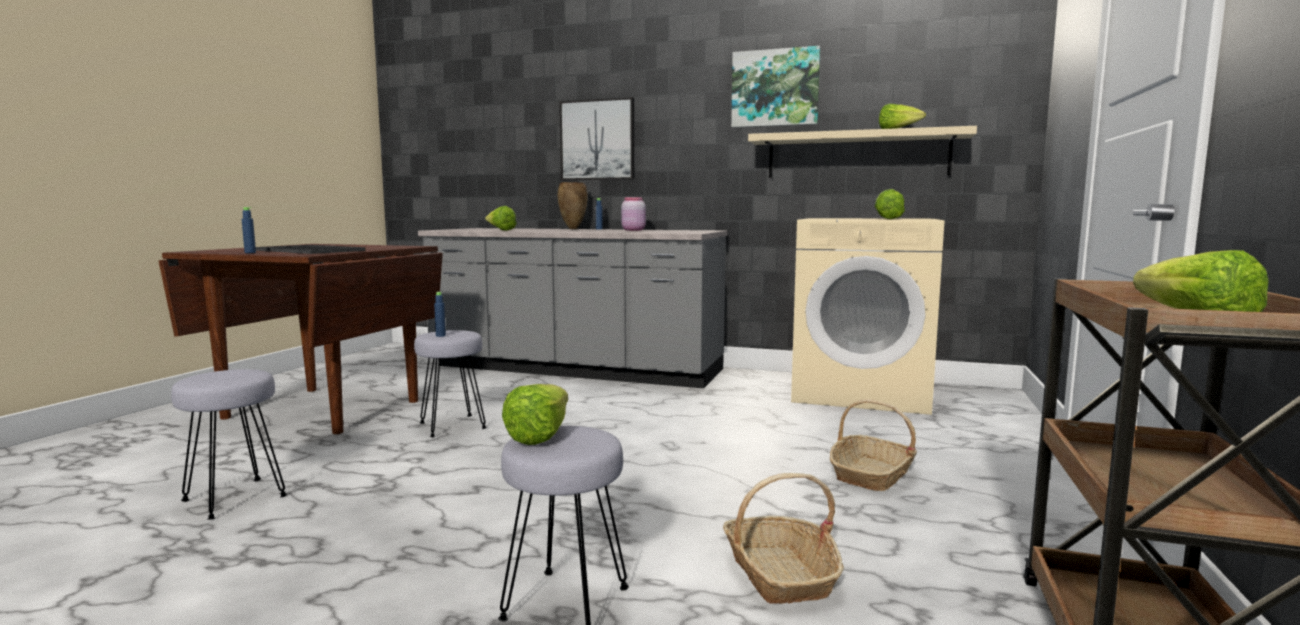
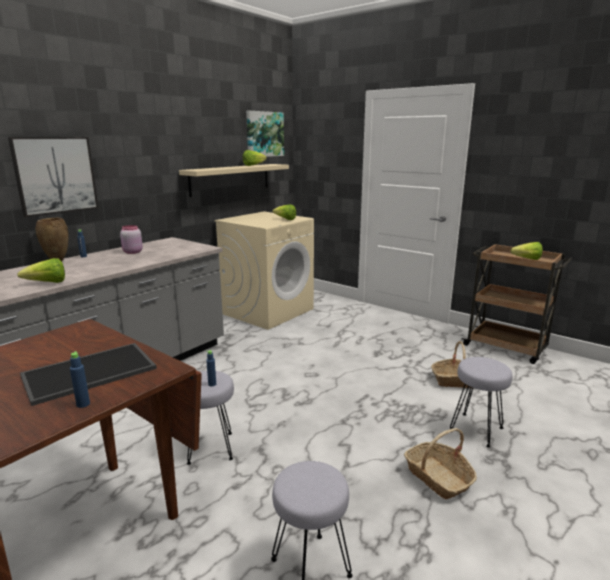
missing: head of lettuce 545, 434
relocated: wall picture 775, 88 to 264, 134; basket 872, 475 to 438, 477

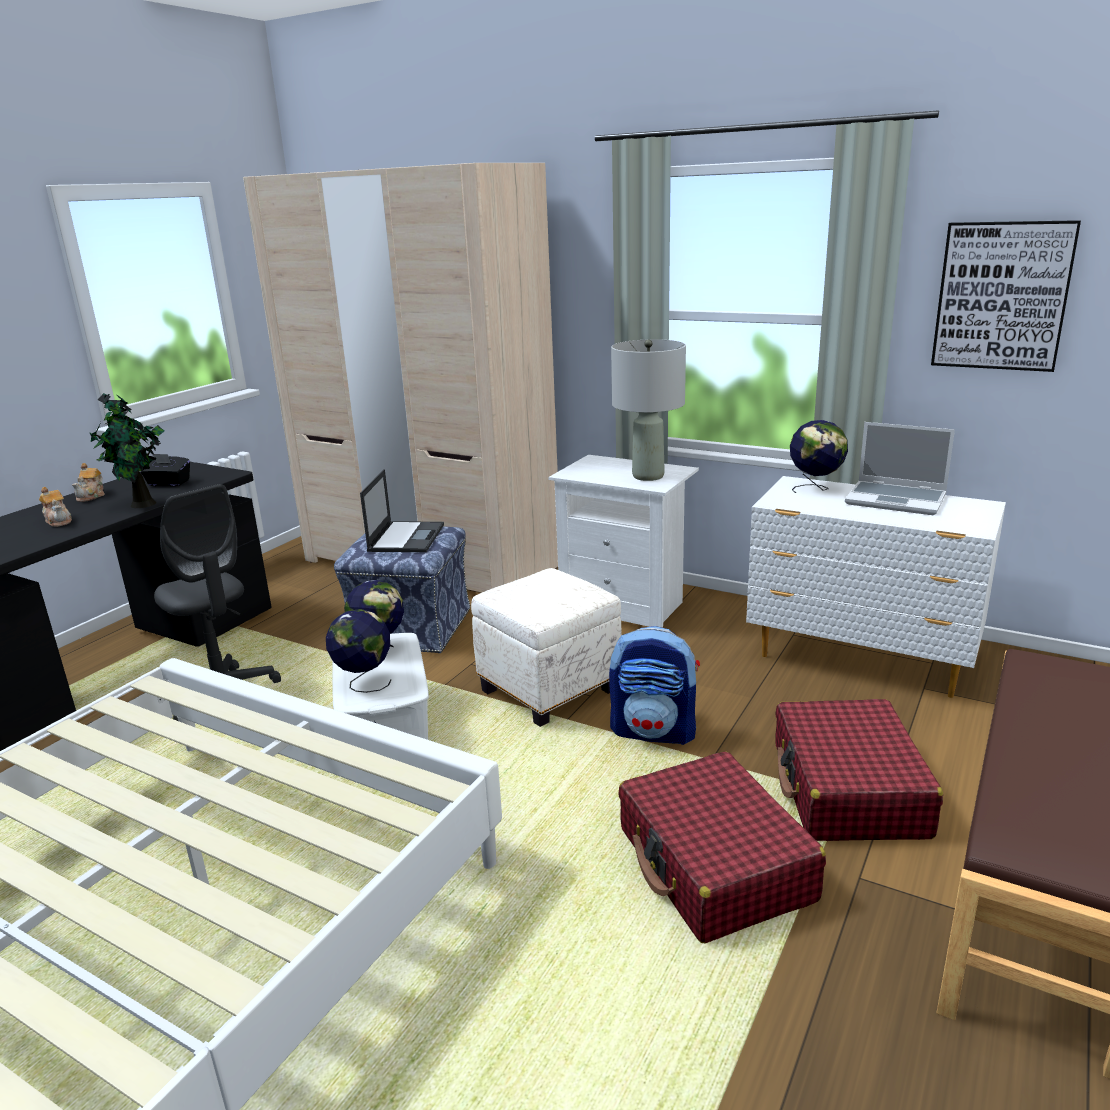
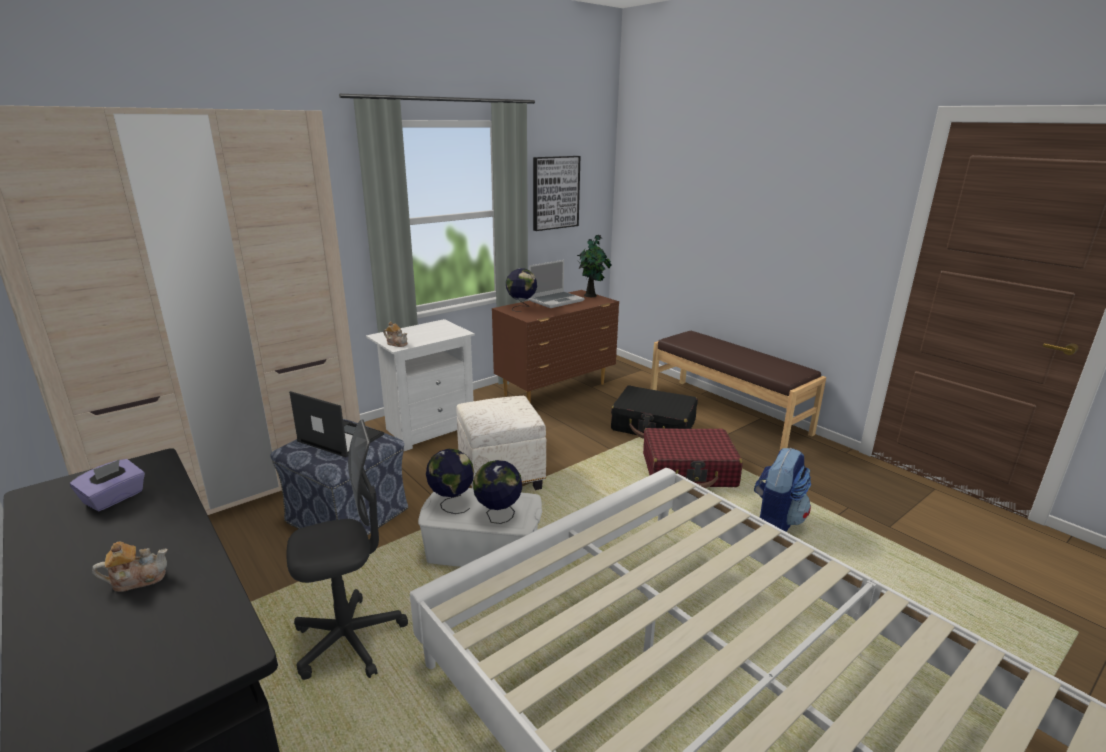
missing: grey table lamp 647, 476
relocated: potted plant 142, 505 to 591, 295; teapot 92, 496 to 397, 343; rucksack 654, 731 to 776, 521
colour: black tissue holder 168, 483 to purplish tissue holder 114, 498; white-coloured chest of drawers 862, 660 to brown-coloured chest of drawers 556, 390; red travel case 848, 790 to black travel case 653, 426

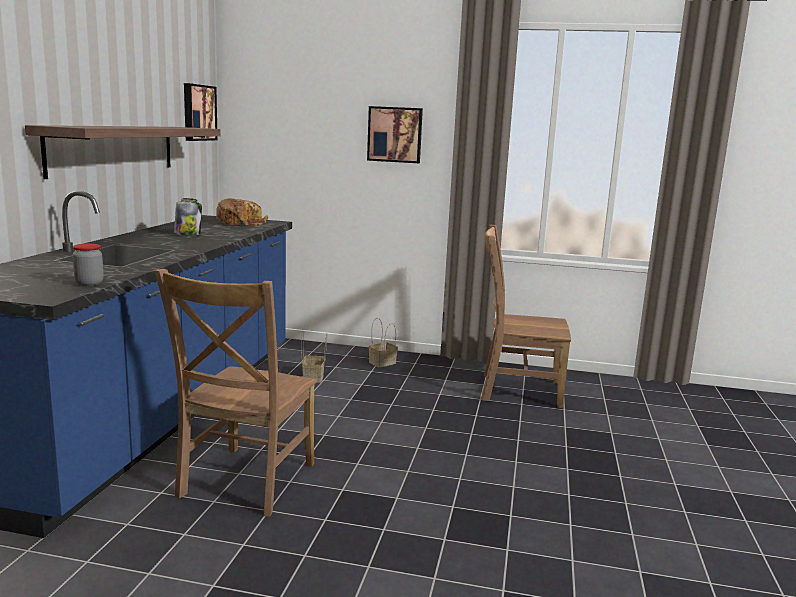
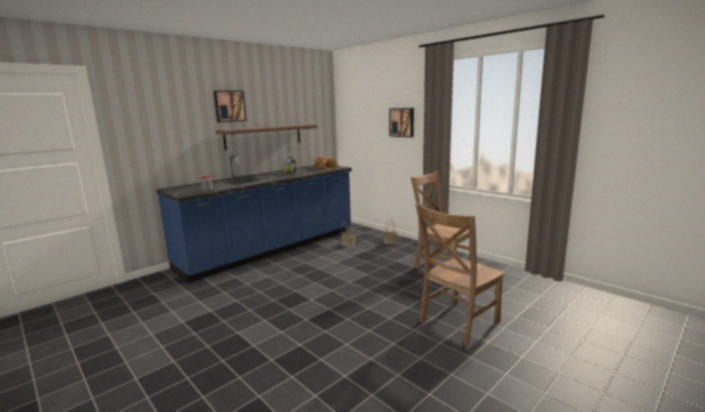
relocated: wall picture 198, 112 to 229, 106; brown-coloured plain chair 244, 482 to 457, 323

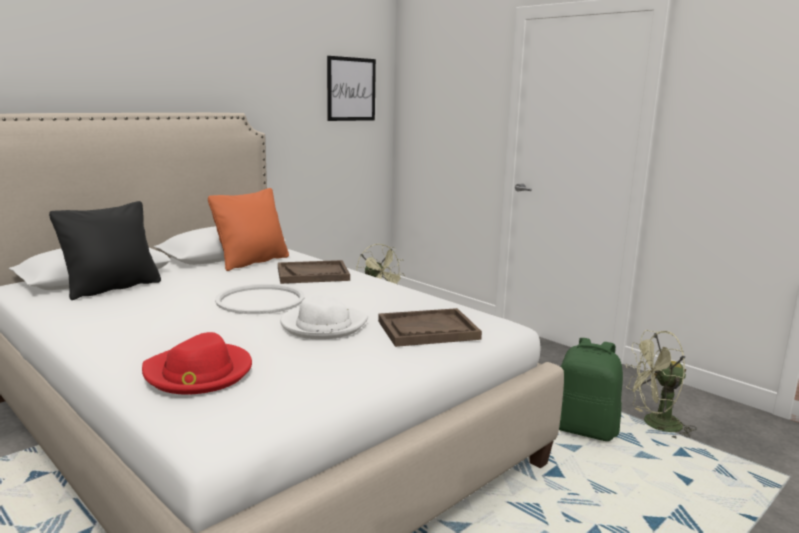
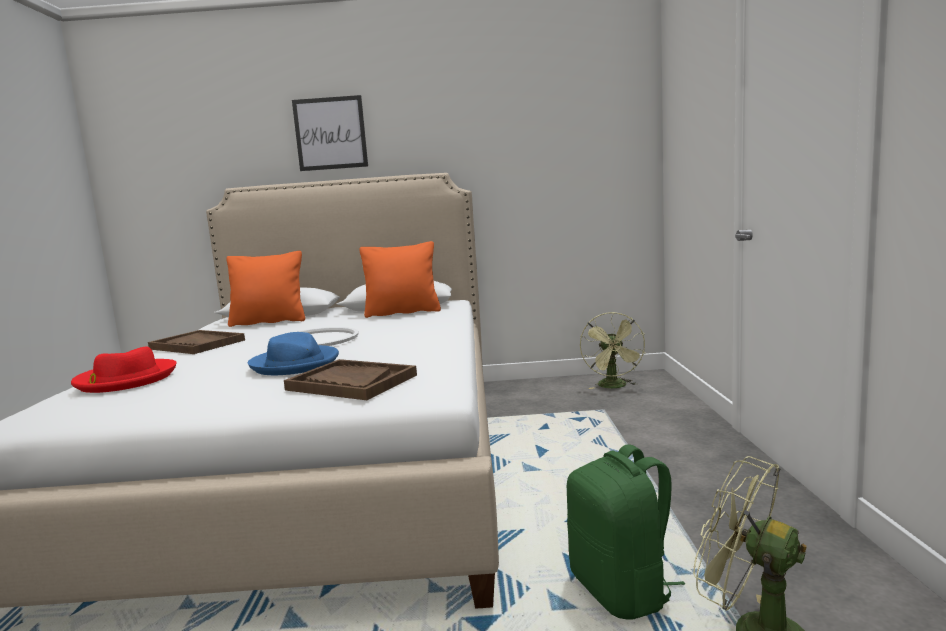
relocated: wall picture 351, 89 to 330, 133; brown-coloured carrying tray 313, 274 to 197, 344
colour: black pillow 112, 288 to orangey pillow 269, 322; white-coloured wearable hat 323, 325 to bluish wearable hat 295, 364

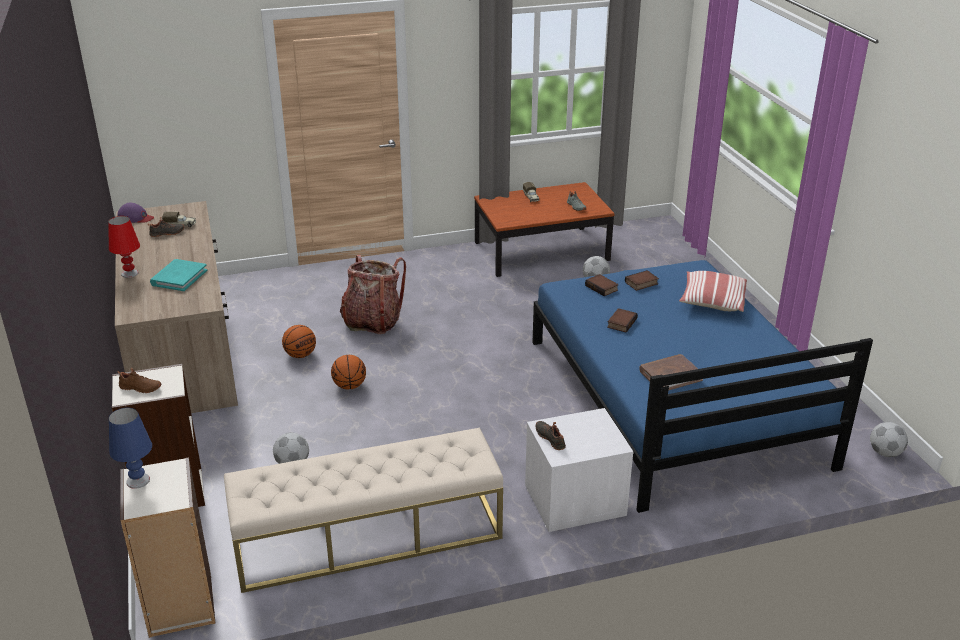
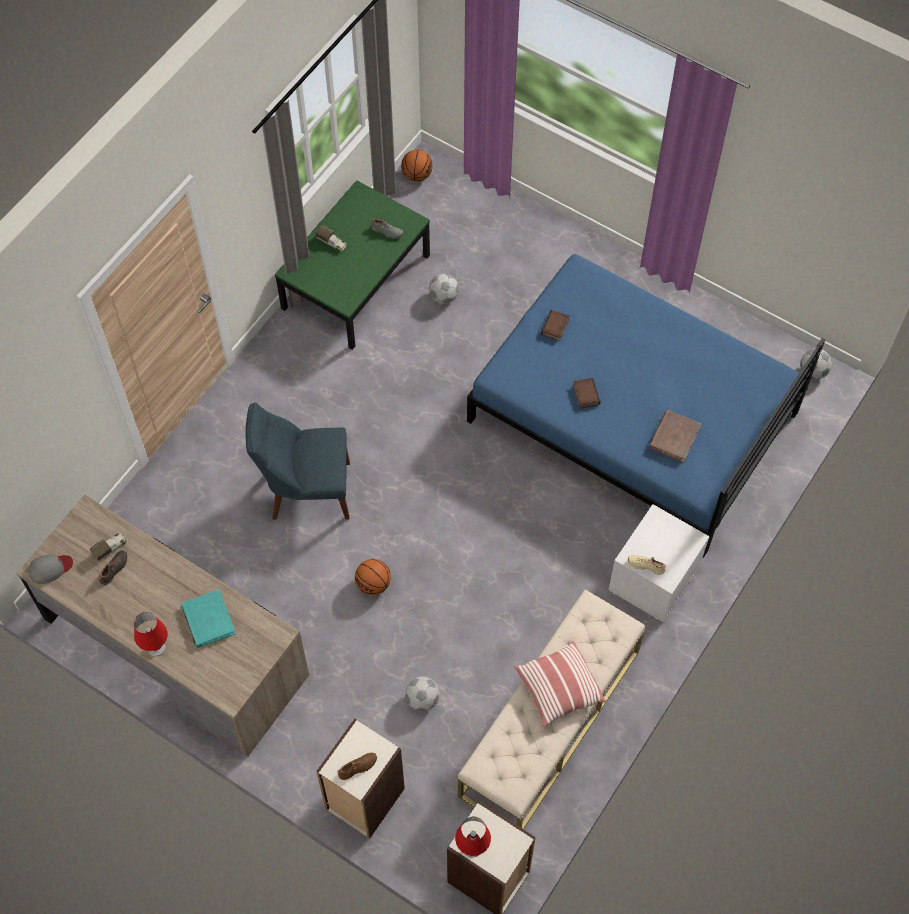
missing: volume 602, 288
relocated: pillow 712, 301 to 558, 689; basketball 300, 355 to 417, 175
exchanged: rucksack 372, 322 to bluish plain chair 306, 491
colour: brown-coloured lounge table 541, 251 to greenish lounge table 355, 281; purplish baseball cap 135, 217 to grey baseball cap 50, 569; bluish table lamp 138, 480 to red table lamp 472, 847; black shoe 551, 438 to sand-coloured shoe 646, 565

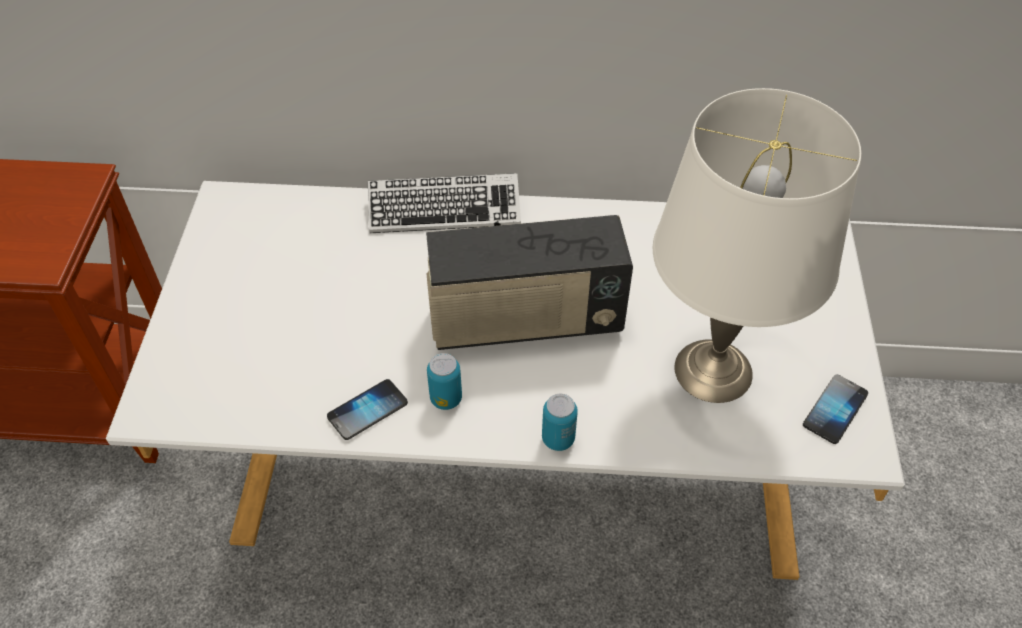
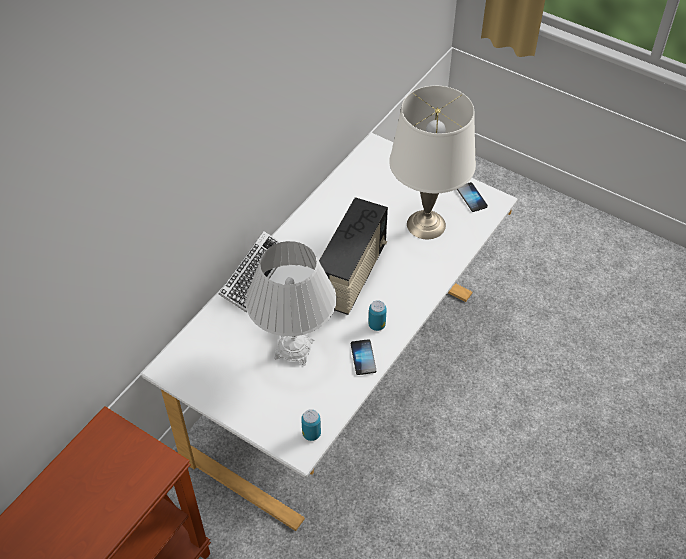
appeared: white-coloured table lamp 294, 349
relocated: can 558, 439 to 311, 433

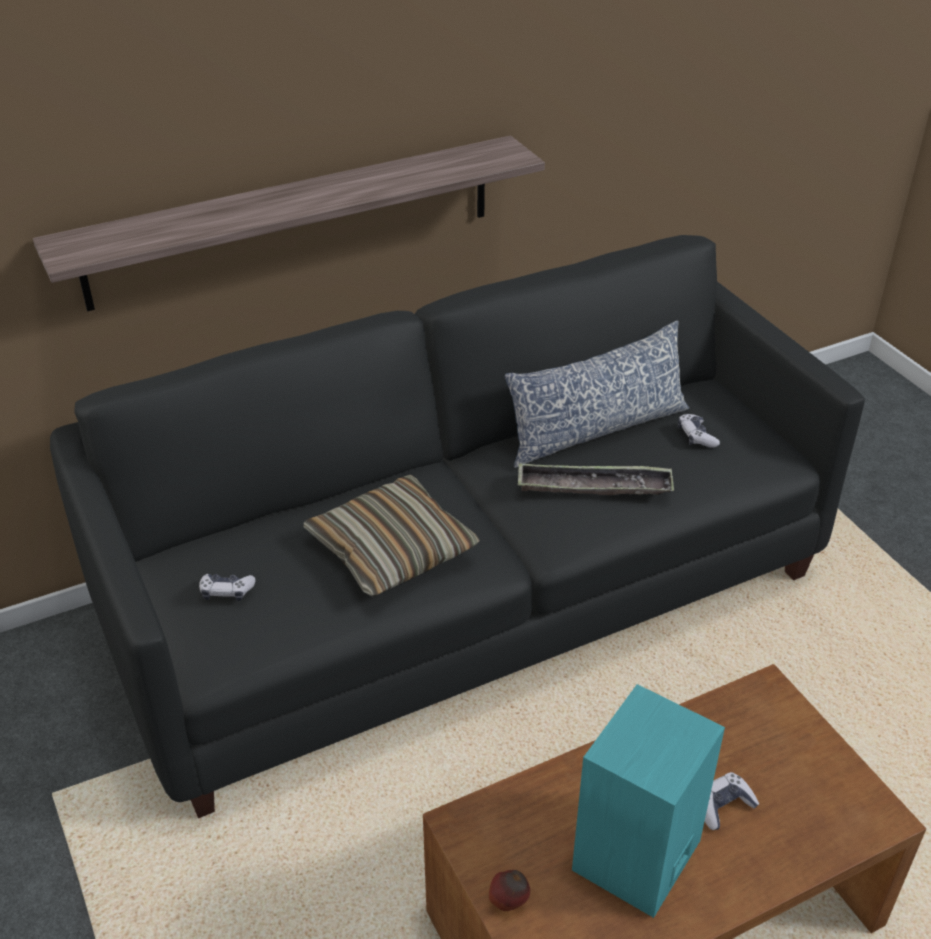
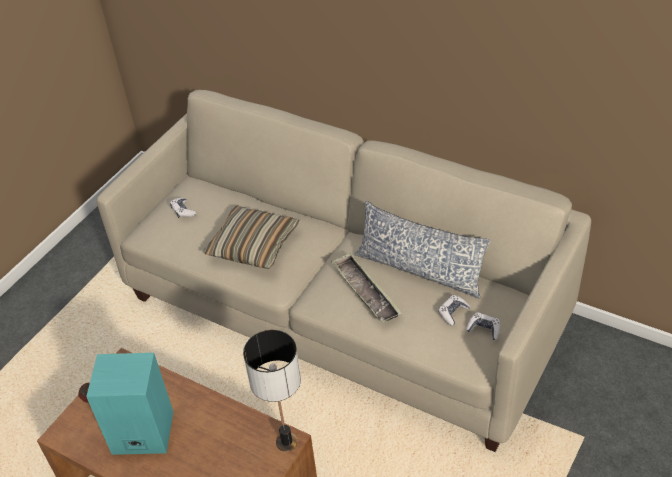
missing: shelf 293, 222
appeared: table lamp 286, 443
relocated: gamepad 723, 806 to 484, 329
colour: black settee 466, 593 to sand-coloured settee 343, 309

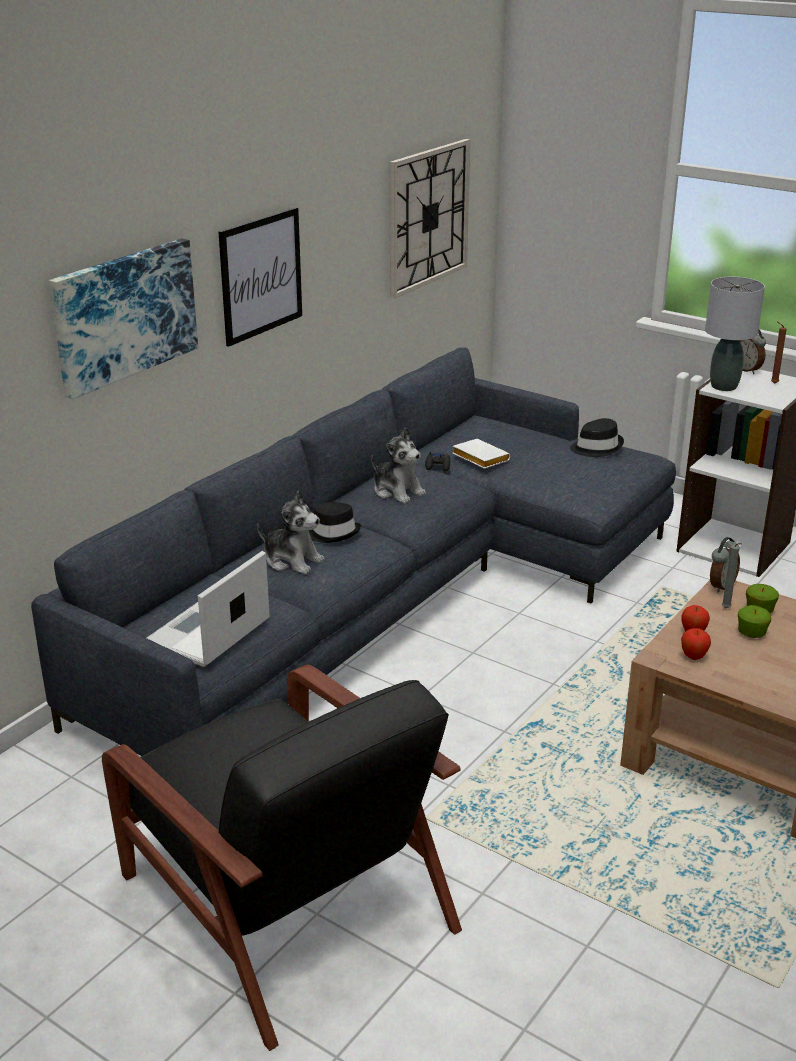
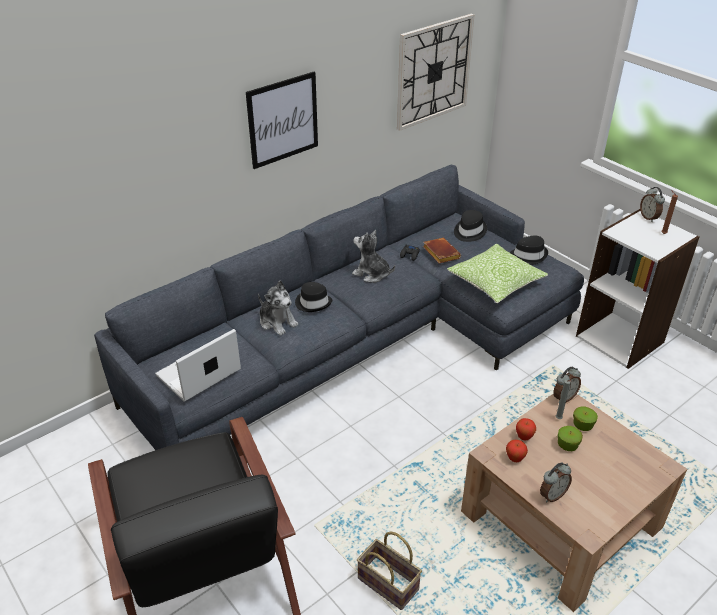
missing: wall picture 124, 315; grey table lamp 723, 386
appeared: black wearable hat 469, 231; pillow 495, 282; alarm clock 552, 495; basket 390, 584
colour: white-coloured volume 478, 458 to brown-coloured volume 439, 253
spun: plush toy 397, 491 = 372, 274 150 degrees clockwise

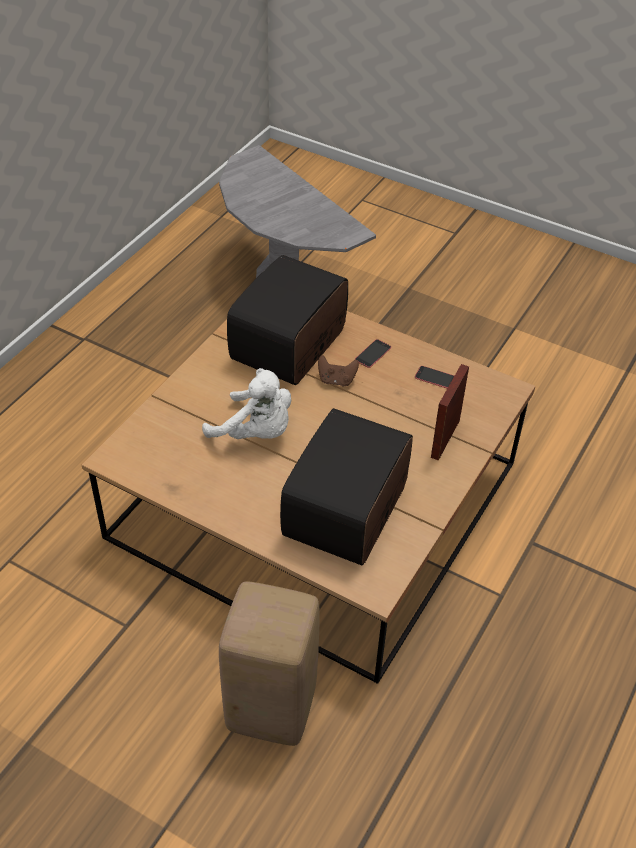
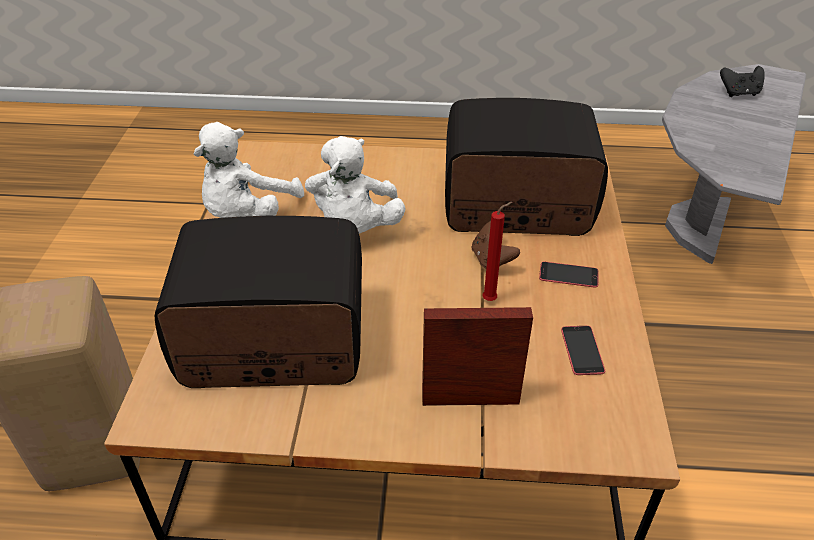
appeared: black gamepad 739, 93; white-coloured plush toy 247, 214; red candle 491, 300

